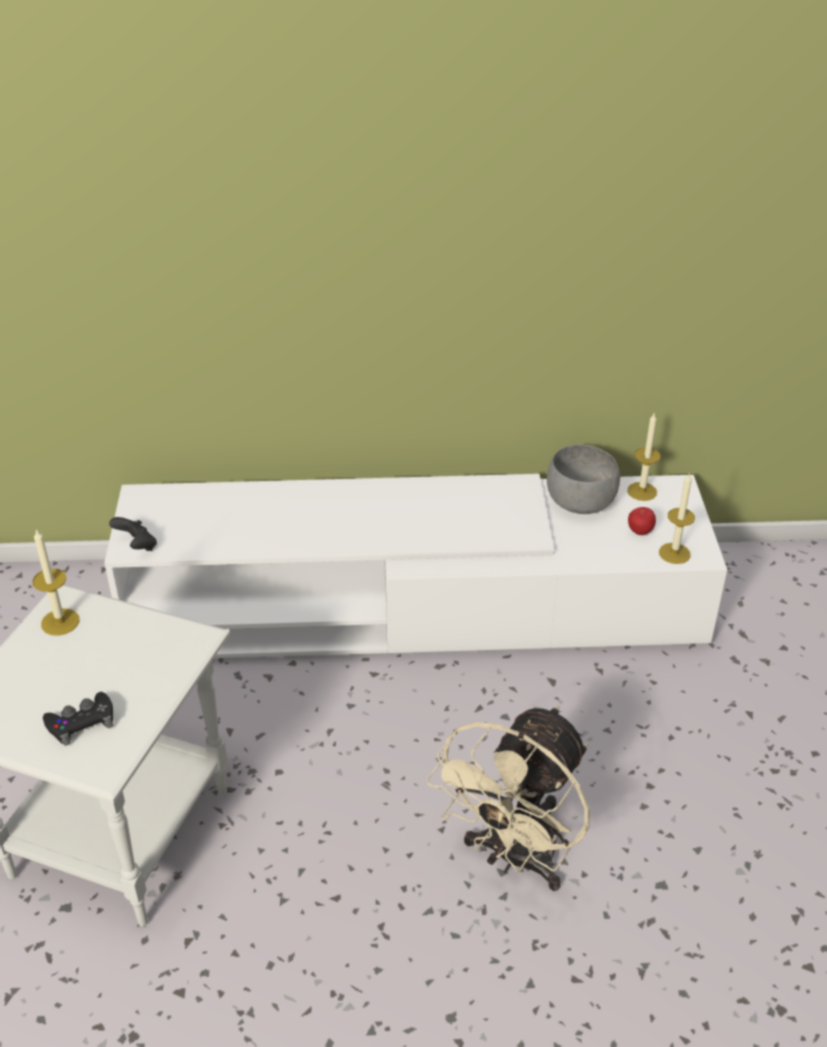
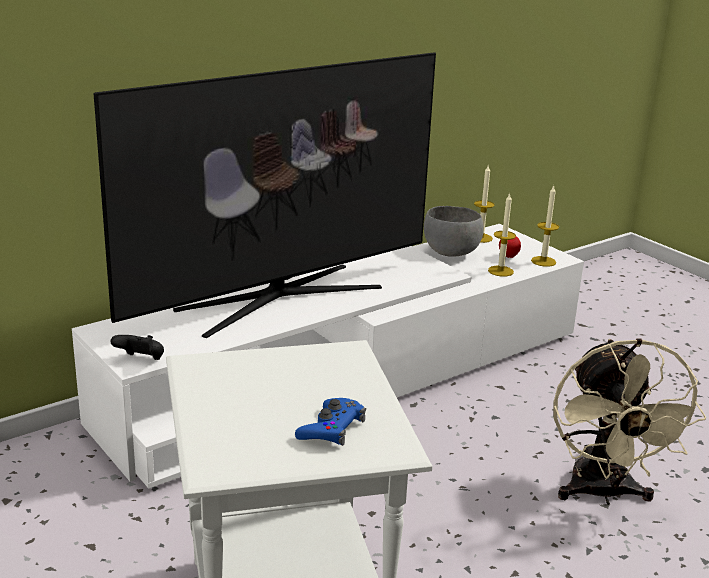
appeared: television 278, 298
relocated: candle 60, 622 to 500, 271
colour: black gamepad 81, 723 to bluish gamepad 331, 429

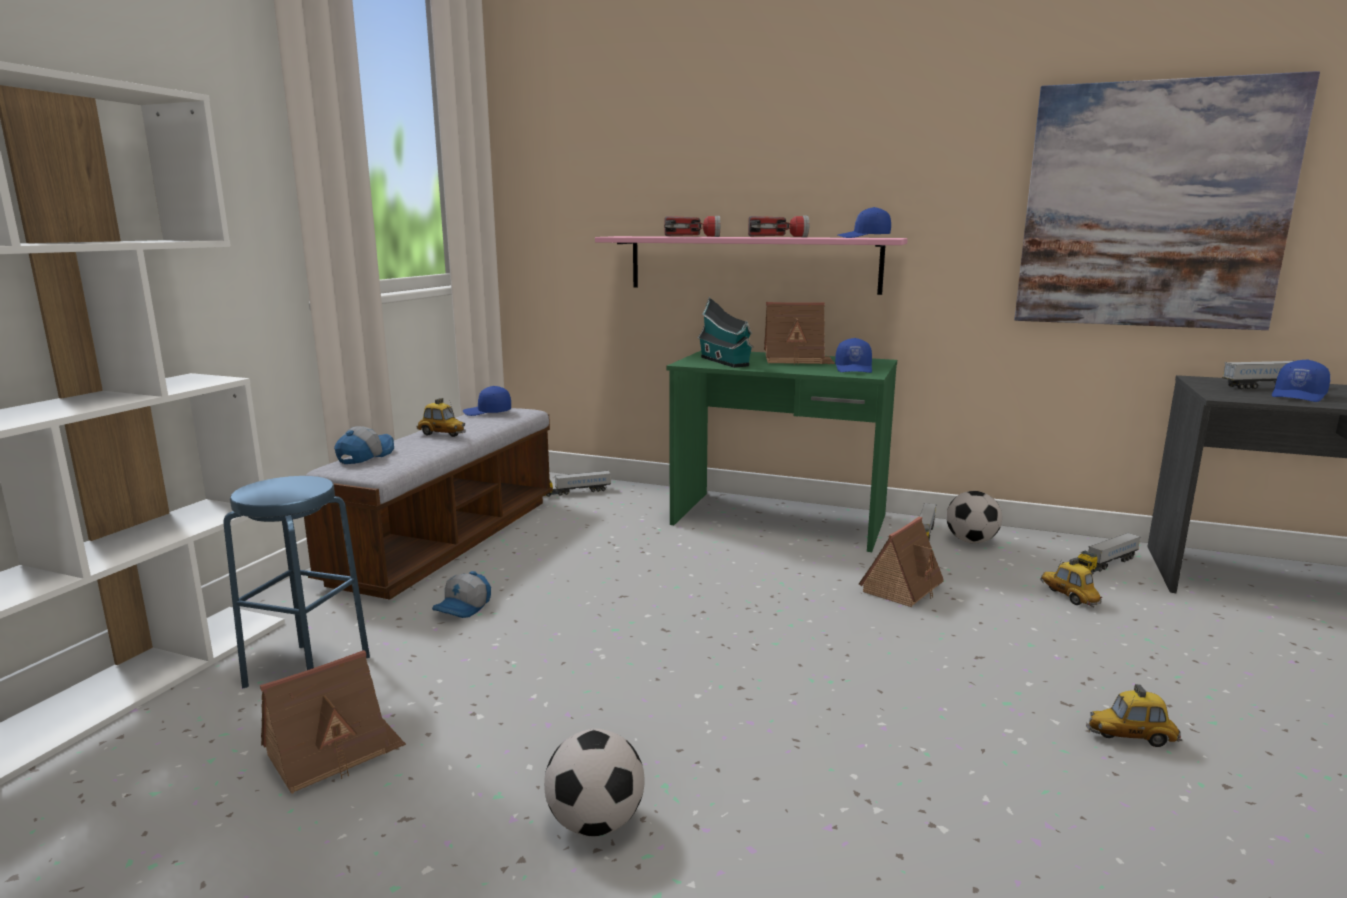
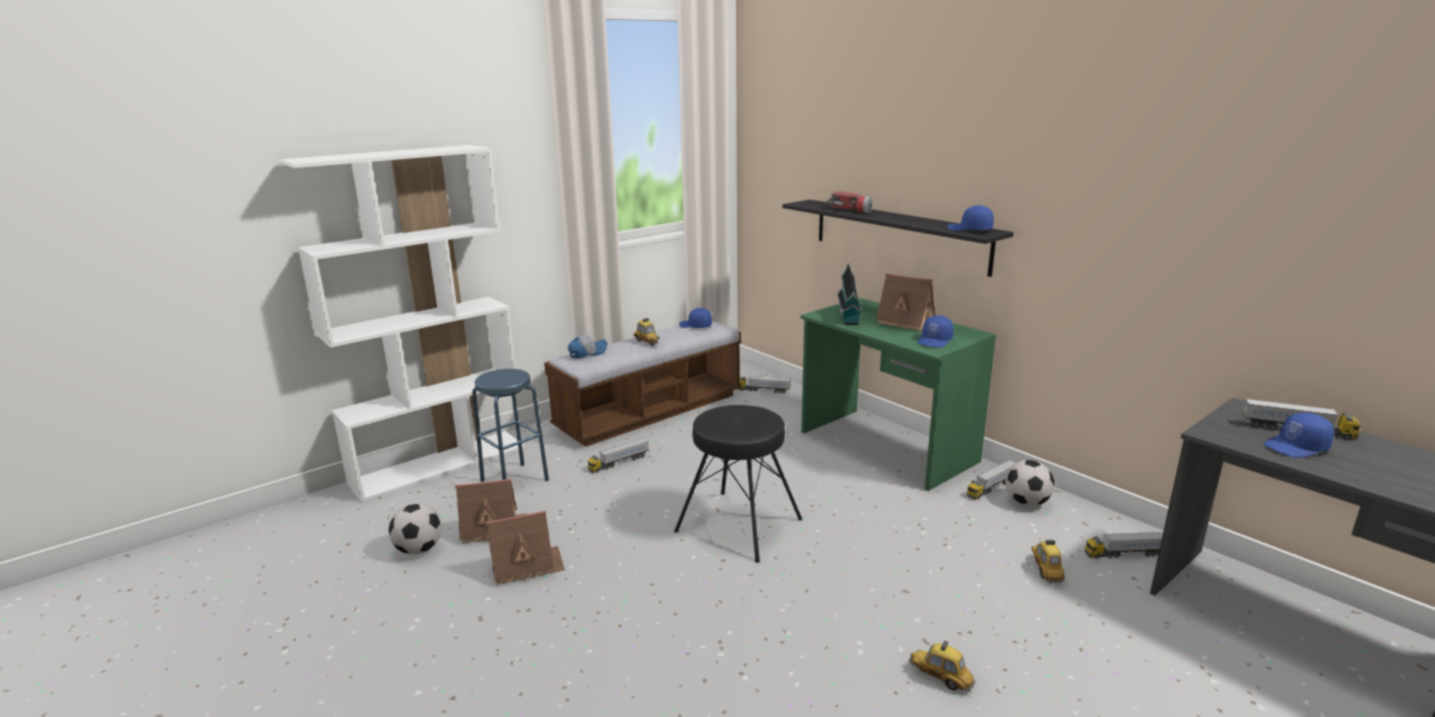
missing: wall picture 1152, 207; hand torch 777, 237
appeared: black stool seat 739, 524
relocated: model house 902, 587 to 526, 565; football 595, 822 to 419, 549
exchanged: baseball cap 463, 608 to model truck 619, 463
colour: pink-coloured shelf 752, 264 to black shelf 898, 235

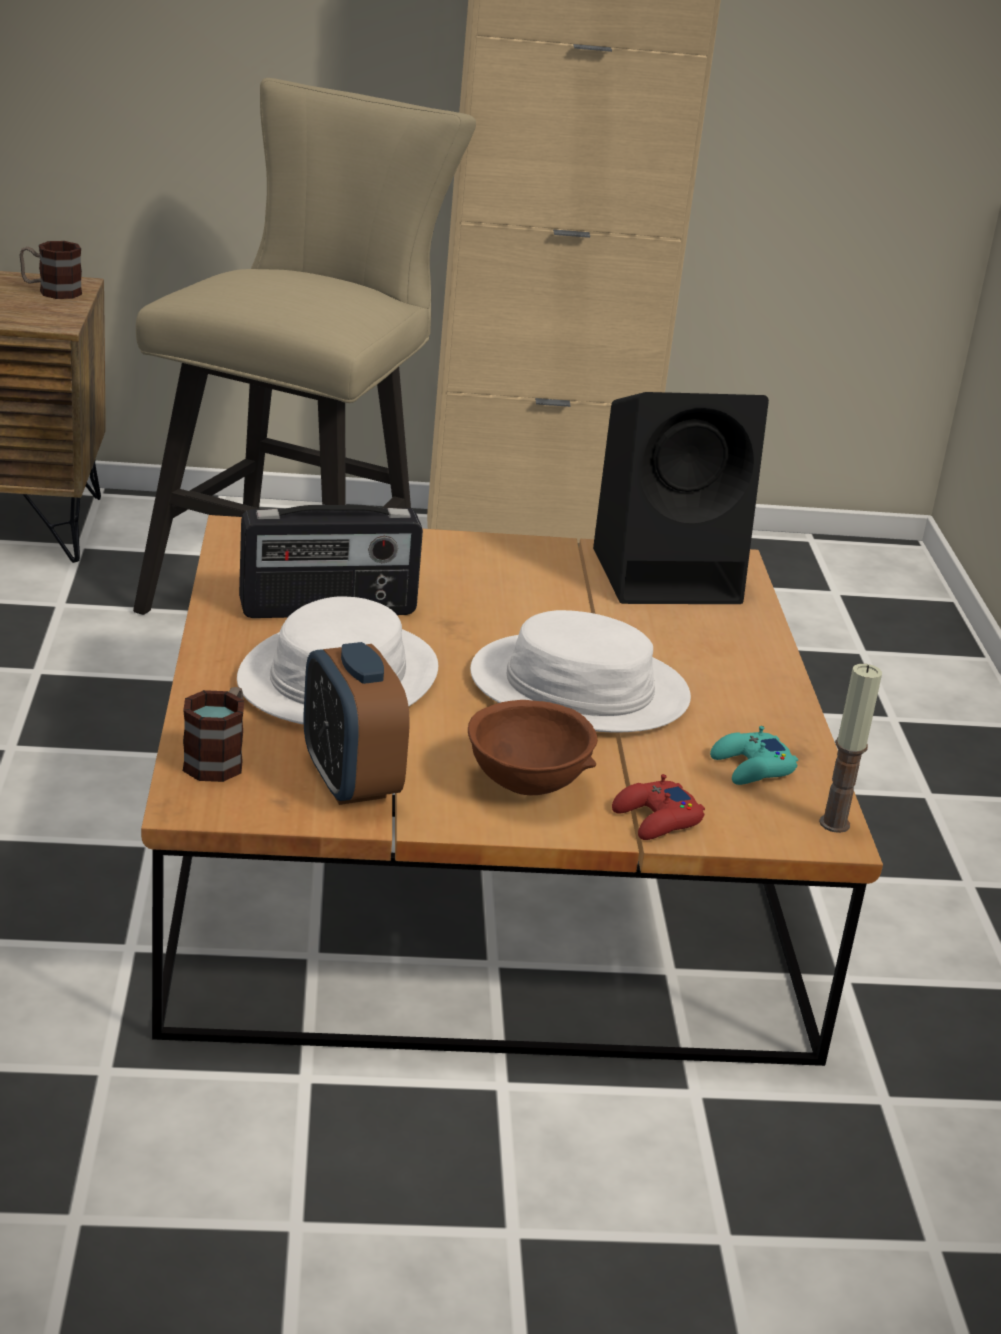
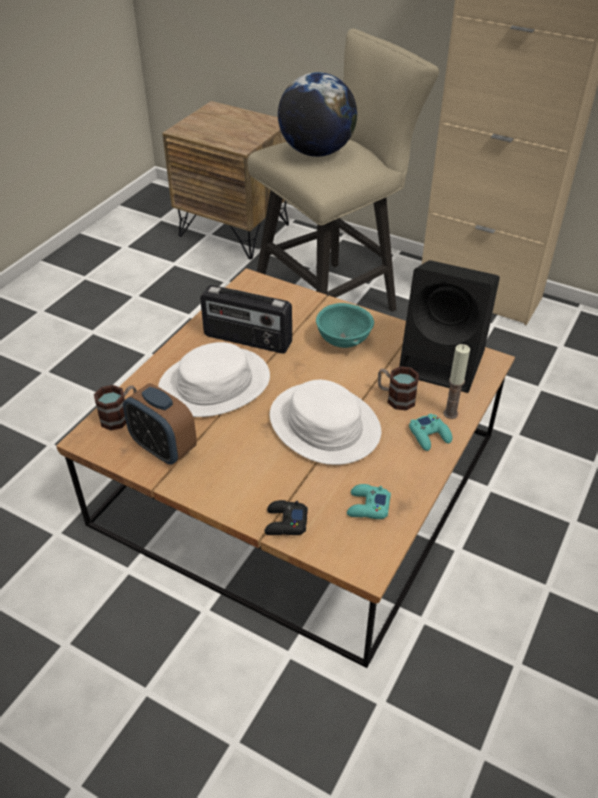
missing: brown-coloured bowl 526, 786
appeared: desk globe 316, 152; turquoise-coloured bowl 344, 341; turquoise-coloured gamepad 429, 435
relocated: coffee mug 51, 291 to 395, 398; candle 834, 824 to 450, 413
colour: red gamepad 656, 819 to black gamepad 285, 523
spun: alarm clock 350, 781 = 163, 448 60 degrees counterclockwise

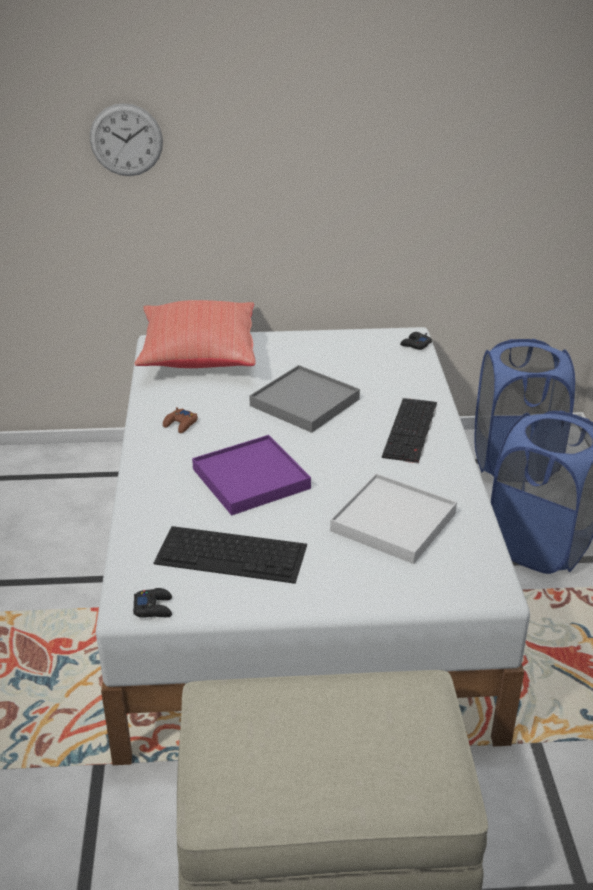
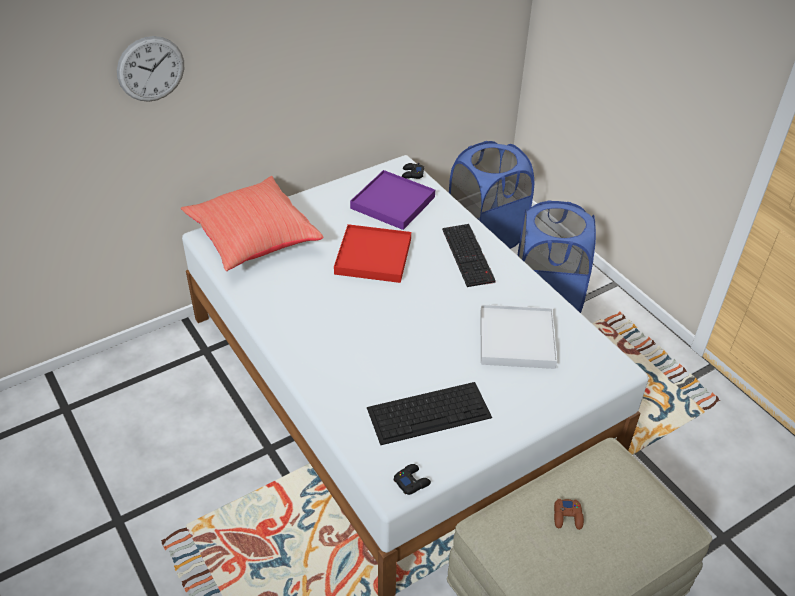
relocated: brown-coloured gamepad 180, 424 to 567, 517; purplish carrying tray 251, 479 to 393, 202
colour: grey carrying tray 304, 403 to red carrying tray 373, 257

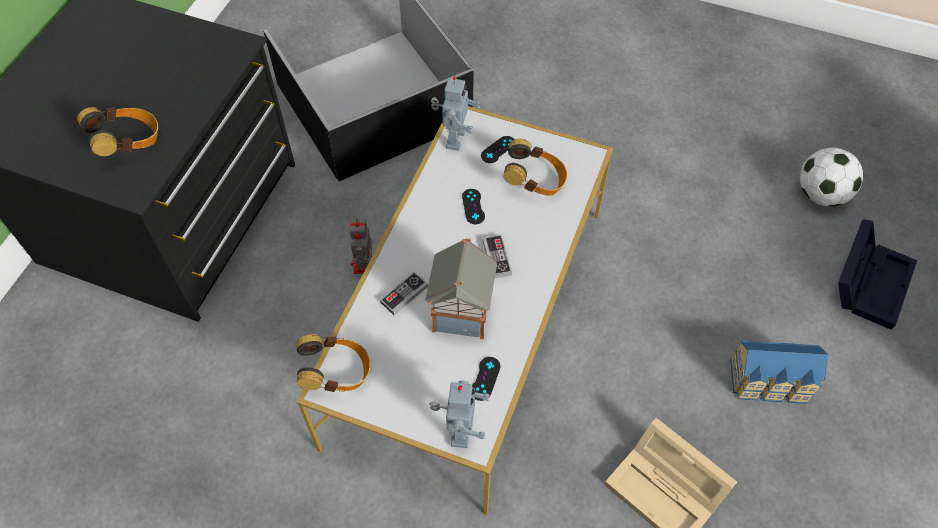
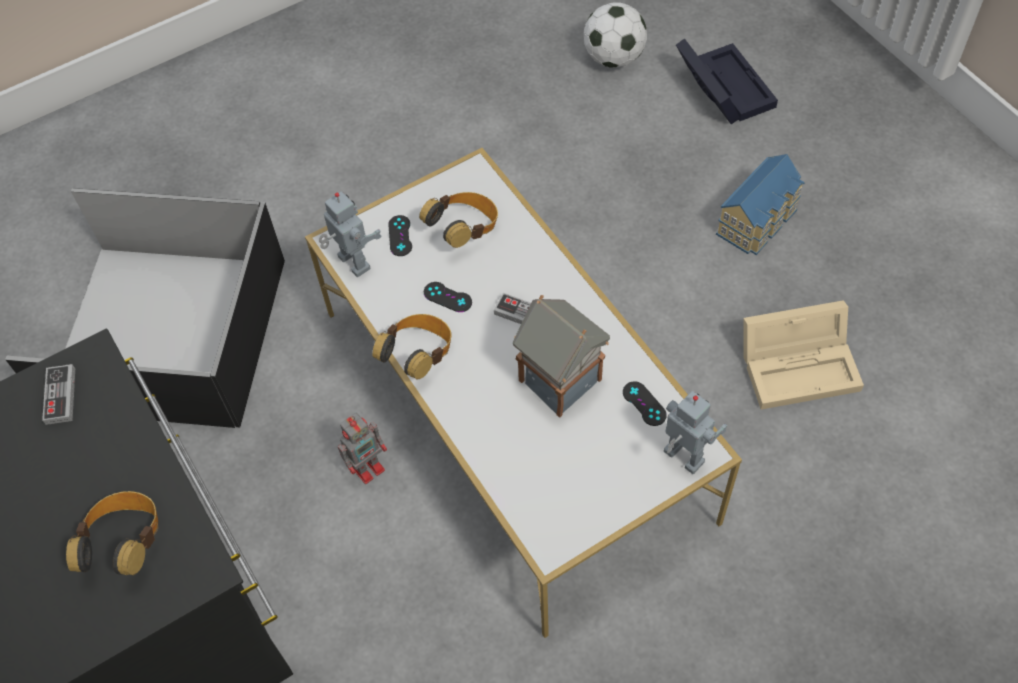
relocated: gamepad 404, 294 to 60, 396; headset 337, 373 to 418, 355
spun: toy robot 365, 266 = 368, 466 75 degrees counterclockwise

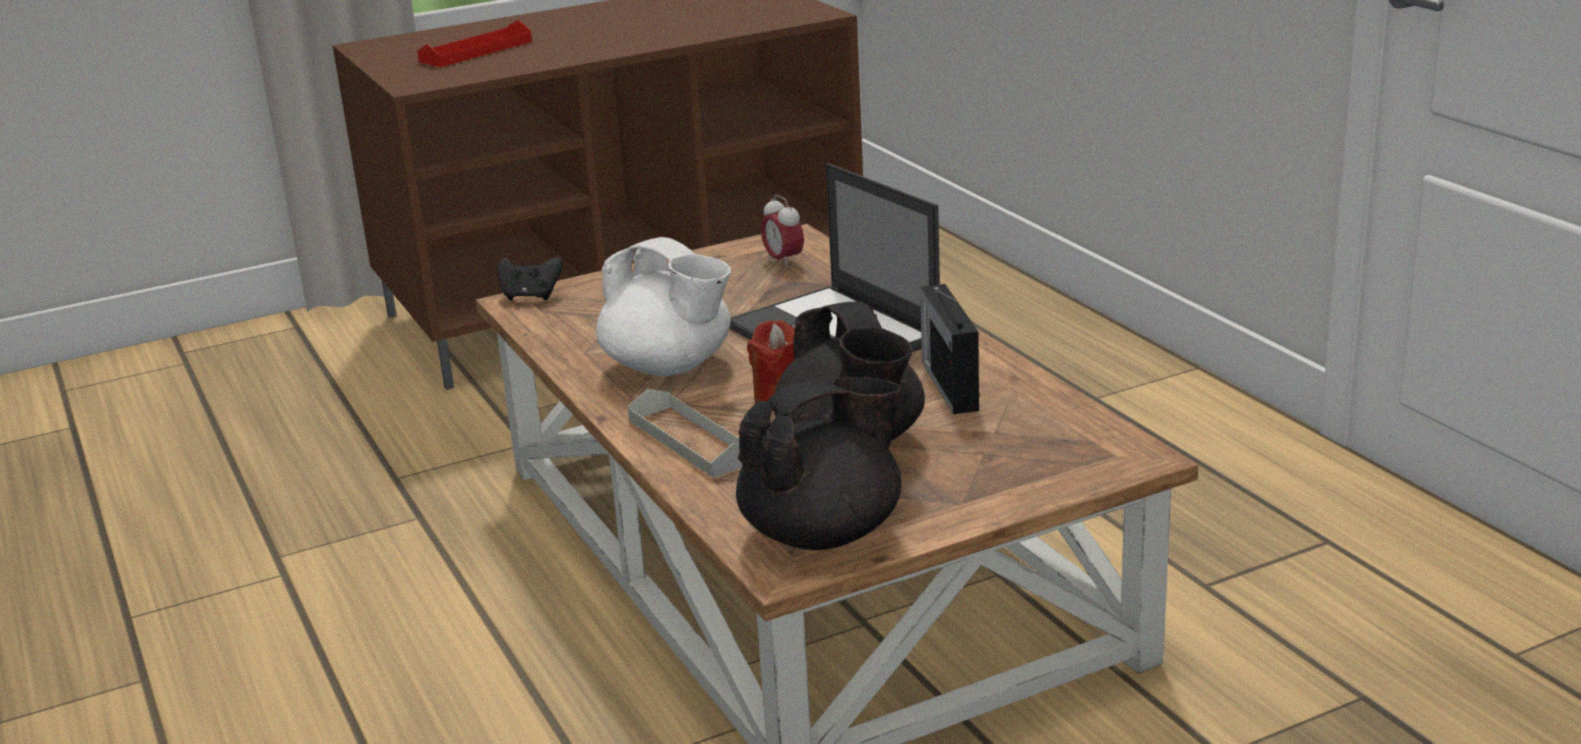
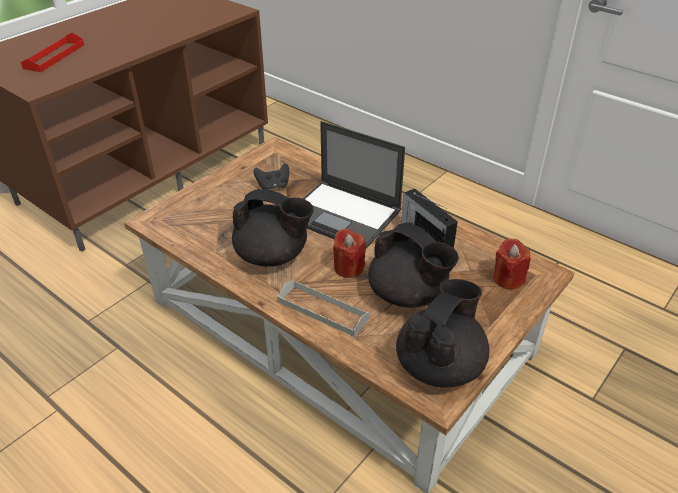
missing: alarm clock 783, 261
appeared: red candle 508, 279
relocated: black gamepad 530, 296 to 273, 186
colour: white-coloured teapot 669, 367 to black teapot 273, 255

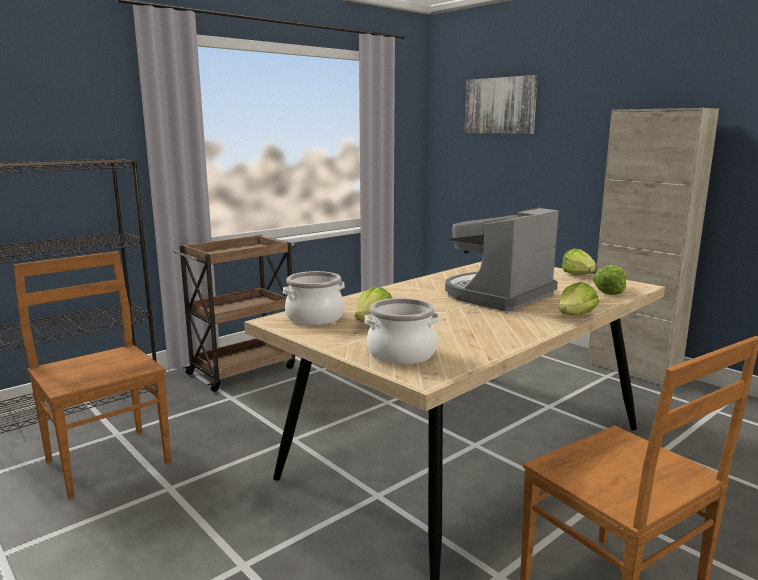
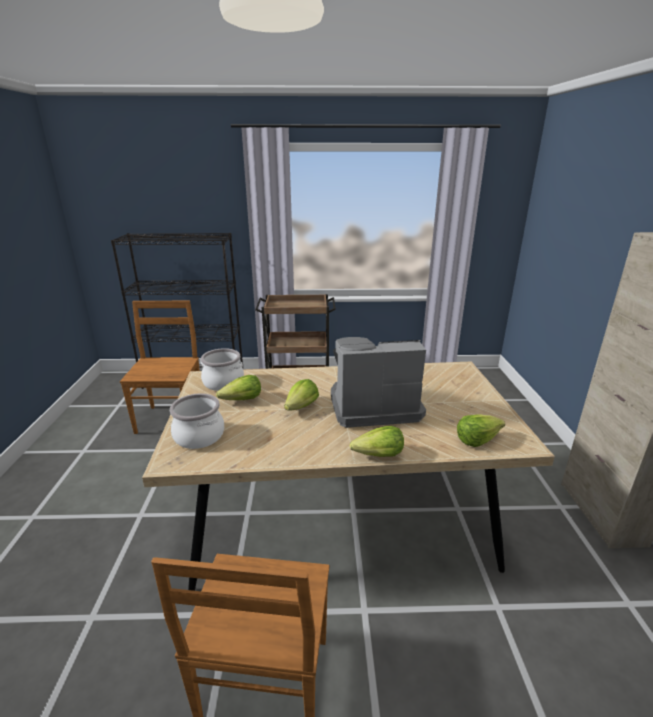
missing: wall picture 500, 106
relocated: head of lettuce 579, 275 to 302, 407

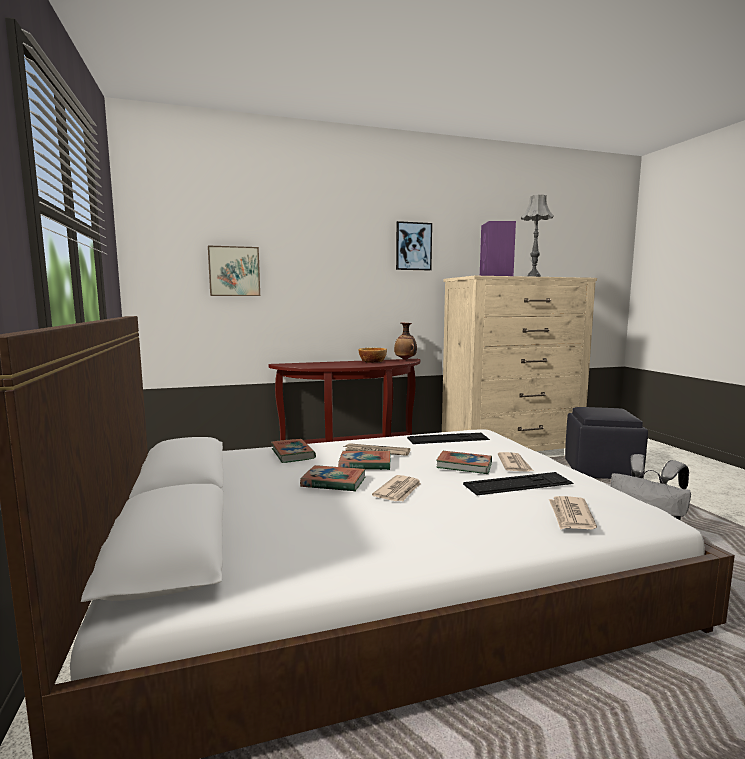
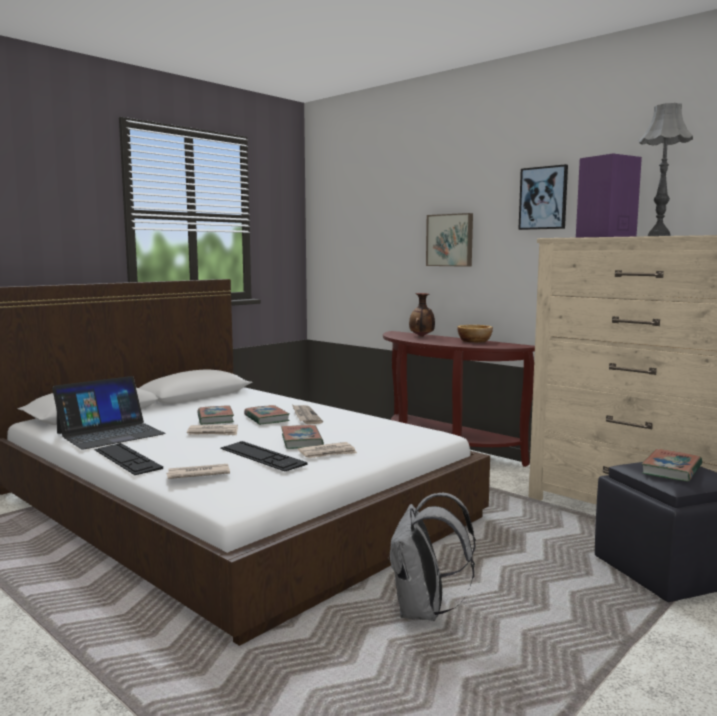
appeared: portable computer 110, 433
relocated: wall picture 234, 271 to 450, 240; flower vase 405, 359 to 422, 336; PC keyboard 448, 439 to 127, 459; volume 292, 454 to 671, 470

